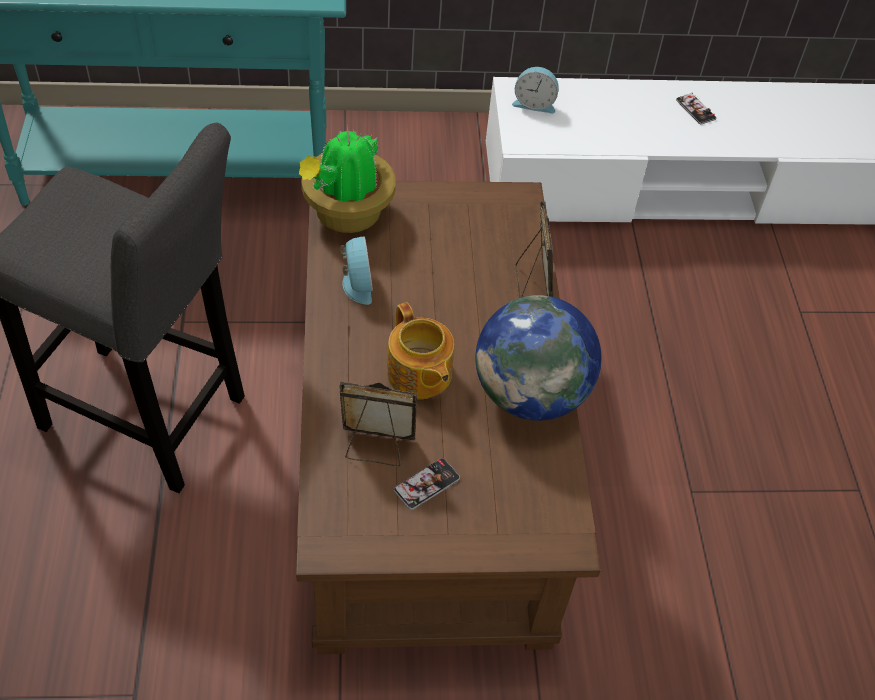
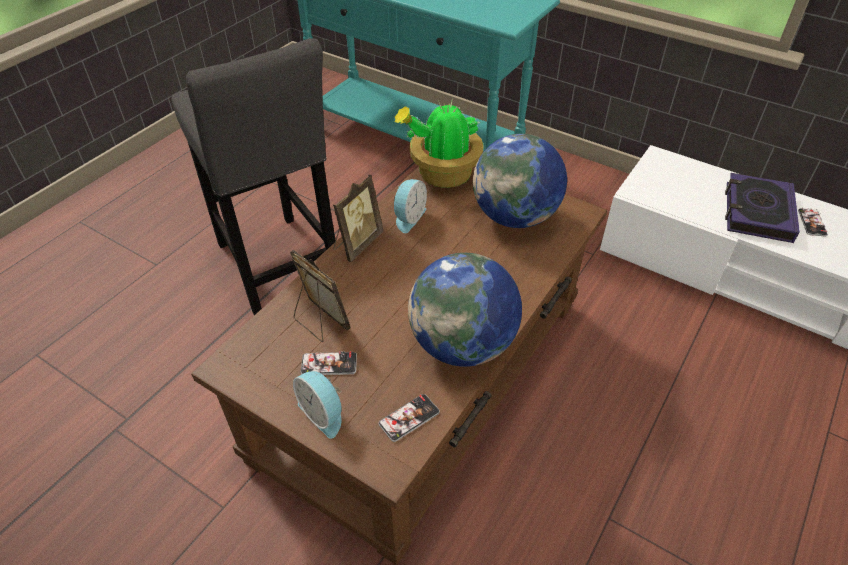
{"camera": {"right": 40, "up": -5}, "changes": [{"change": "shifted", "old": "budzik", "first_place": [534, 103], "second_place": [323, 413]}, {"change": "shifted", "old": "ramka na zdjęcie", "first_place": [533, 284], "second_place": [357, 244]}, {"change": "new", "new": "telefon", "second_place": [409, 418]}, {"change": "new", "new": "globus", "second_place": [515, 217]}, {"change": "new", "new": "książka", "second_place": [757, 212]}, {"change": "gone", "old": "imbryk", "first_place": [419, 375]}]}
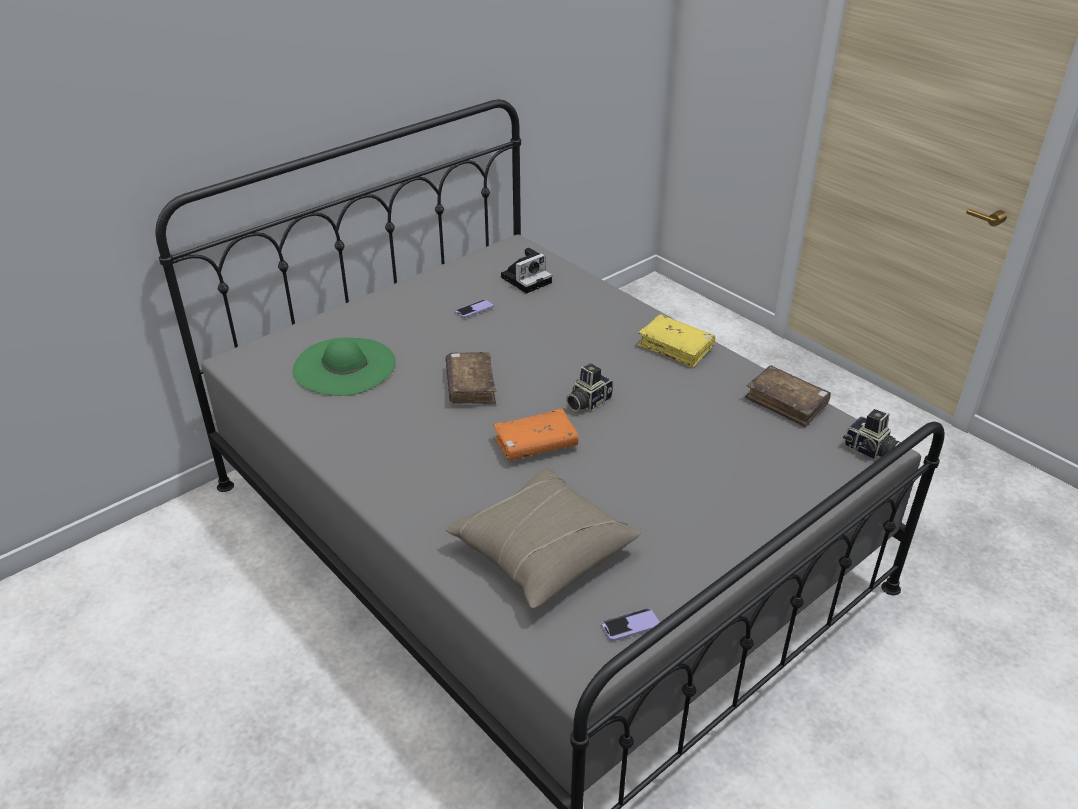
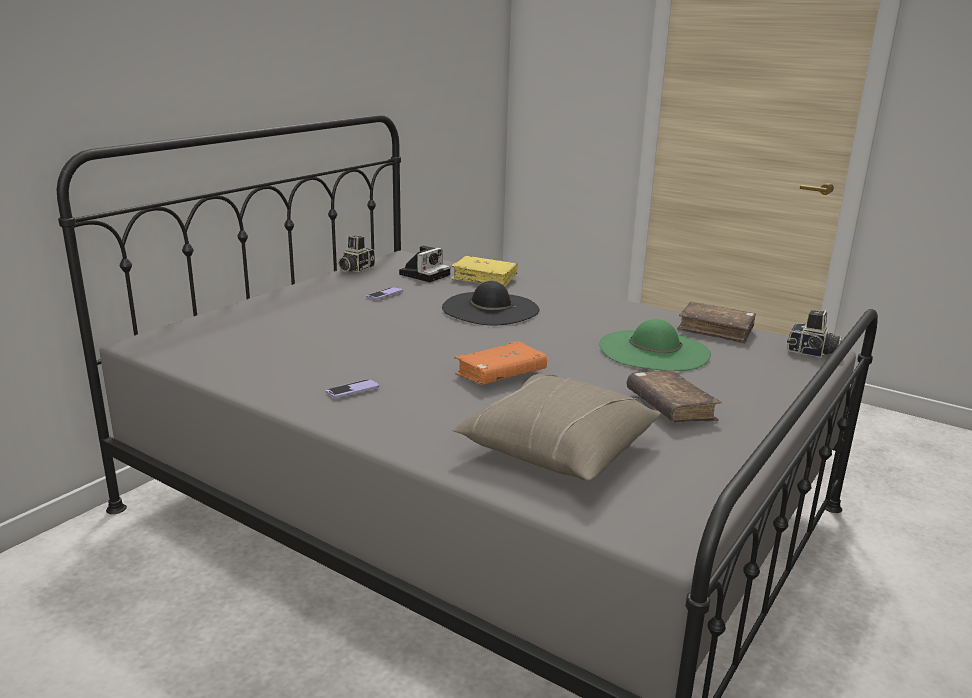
{"camera": {"right": -15, "up": -15}, "changes": [{"change": "shifted", "old": "telefon", "first_place": [630, 626], "second_place": [352, 390]}, {"change": "shifted", "old": "aparat fotograficzny", "first_place": [587, 402], "second_place": [355, 269]}, {"change": "new", "new": "kapelusz [czarny]", "second_place": [490, 308]}, {"change": "shifted", "old": "książka [żółty]", "first_place": [676, 347], "second_place": [485, 279]}, {"change": "shifted", "old": "kapelusz [zielony]", "first_place": [344, 366], "second_place": [654, 350]}, {"change": "shifted", "old": "książka [brązowy]", "first_place": [470, 386], "second_place": [670, 407]}]}
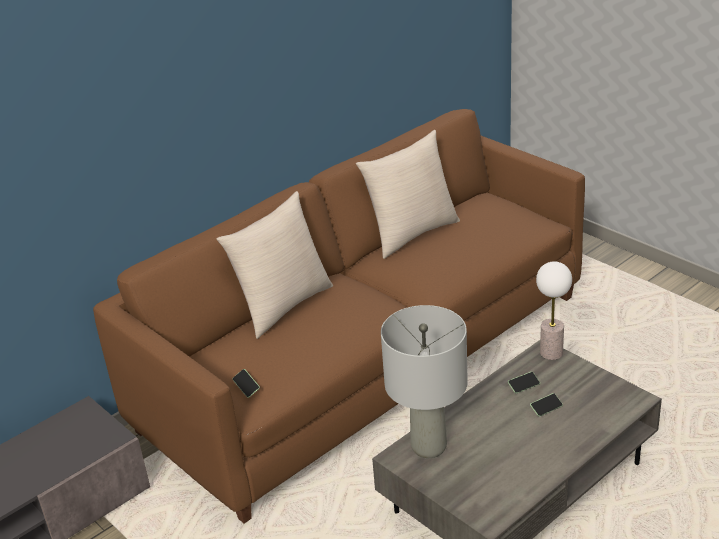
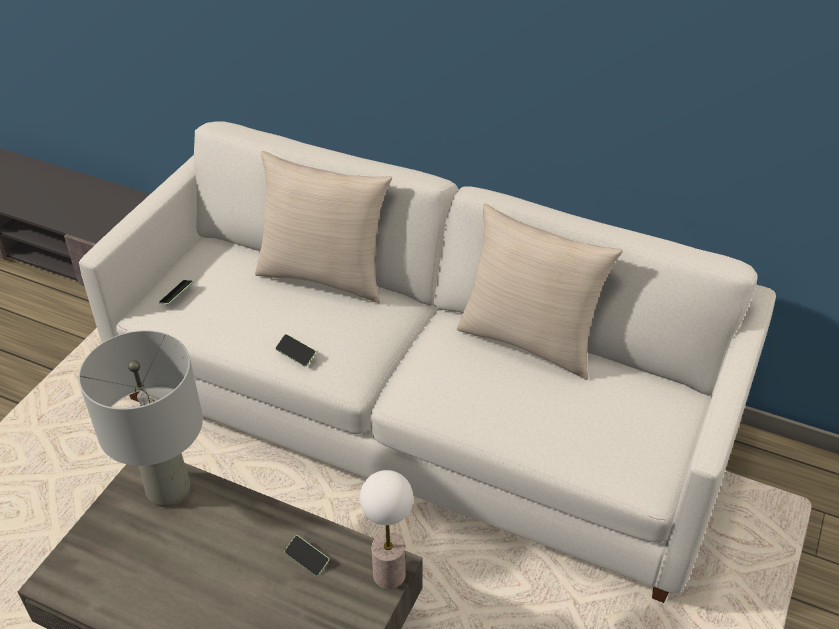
{"camera": {"right": 65, "up": 10}, "changes": [{"change": "repainted", "old": "kanapa [brązowy]", "new": "kanapa [biały]", "first_place": [367, 360], "second_place": [421, 415]}, {"change": "shifted", "old": "telefon", "first_place": [546, 408], "second_place": [296, 354]}]}
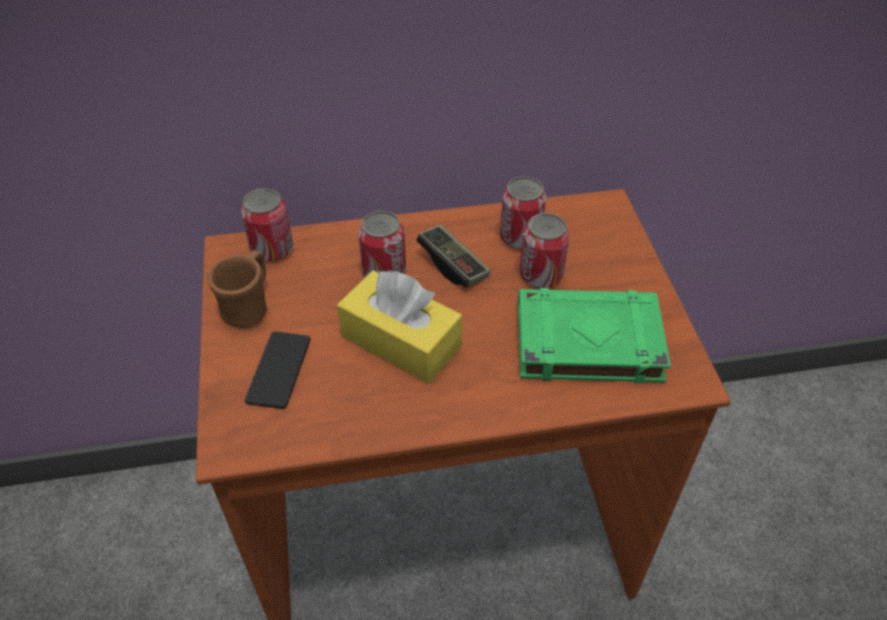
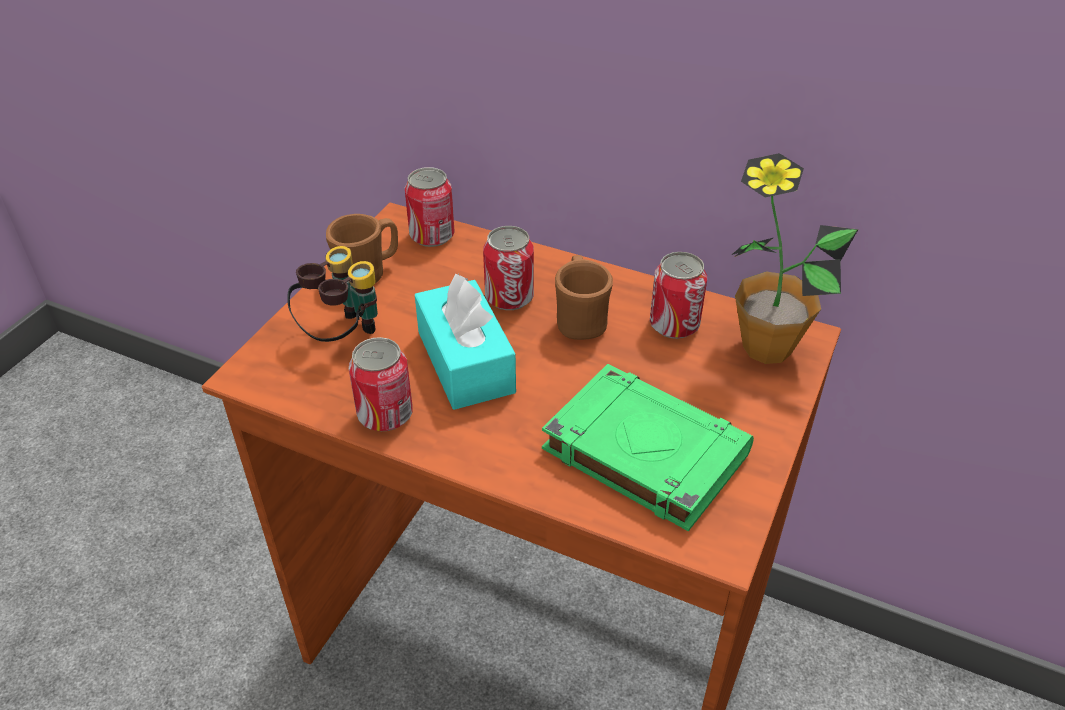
{"camera": {"right": 35, "up": -5}, "changes": [{"change": "swapped", "old": "telefon", "new": "lornetka", "first_place": [279, 370], "second_place": [341, 334]}, {"change": "shifted", "old": "puszka", "first_place": [541, 275], "second_place": [385, 414]}, {"change": "repainted", "old": "pudełko chusteczek [żółty]", "new": "pudełko chusteczek [turkusowy]", "first_place": [401, 341], "second_place": [465, 362]}, {"change": "swapped", "old": "pad do gier", "new": "kubek [brązowy]", "first_place": [453, 265], "second_place": [580, 320]}, {"change": "new", "new": "roślina doniczkowa", "second_place": [766, 347]}]}
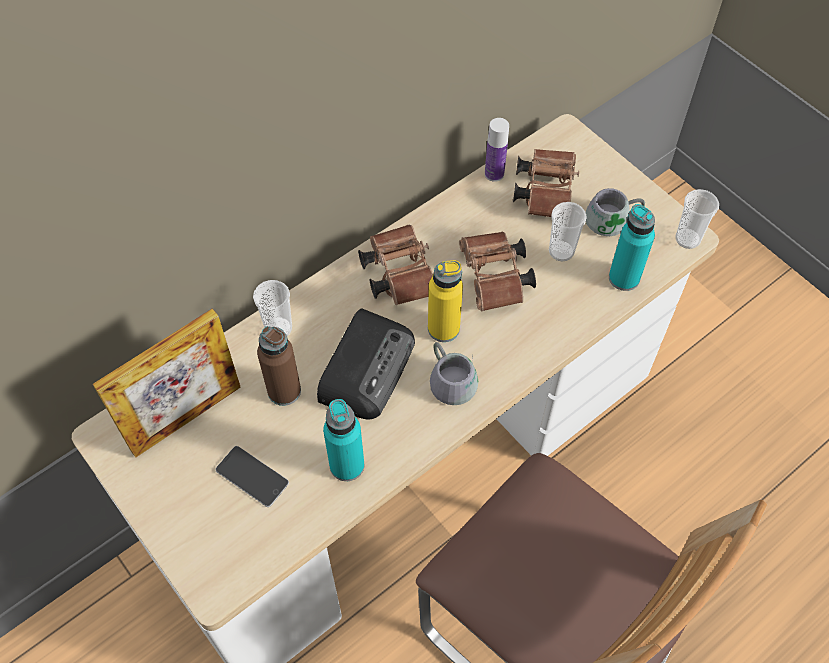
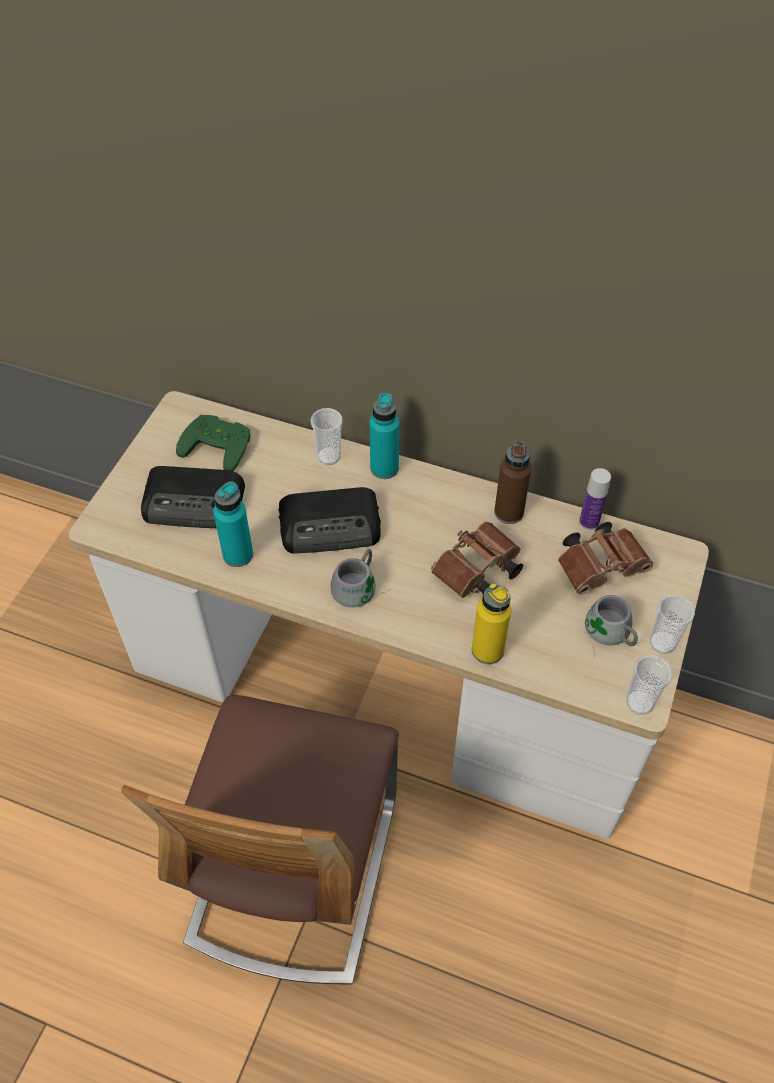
{"camera": {"right": 60, "up": -5}, "changes": [{"change": "swapped", "old": "telefon", "new": "radio", "first_place": [252, 476], "second_place": [195, 503]}, {"change": "swapped", "old": "ramka na zdjęcie", "new": "pad do gier [zielony]", "first_place": [186, 418], "second_place": [219, 443]}, {"change": "shifted", "old": "butelka [turkusowy]", "first_place": [624, 278], "second_place": [384, 468]}, {"change": "shifted", "old": "butelka [żółty]", "first_place": [443, 328], "second_place": [487, 650]}, {"change": "shifted", "old": "butelka [brązowy]", "first_place": [284, 391], "second_place": [508, 512]}, {"change": "shifted", "old": "filiżanka", "first_place": [561, 251], "second_place": [662, 642]}, {"change": "gone", "old": "lornetka [brązowy]", "first_place": [397, 272]}]}
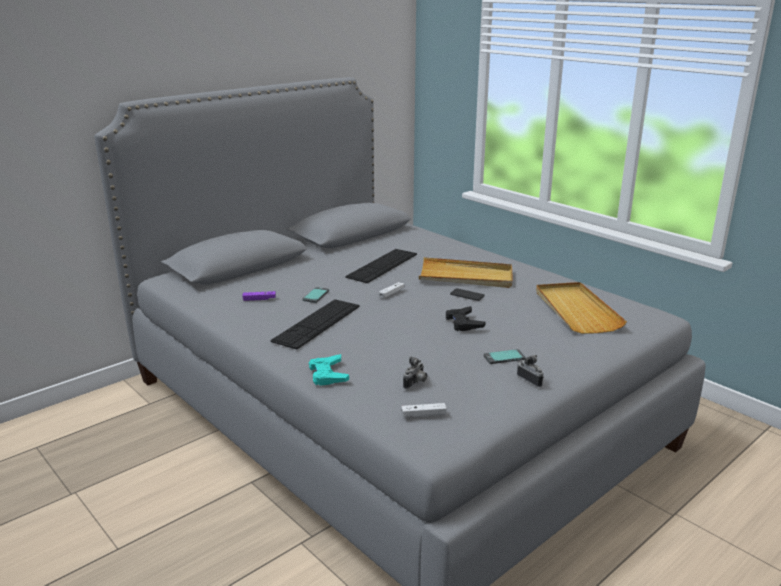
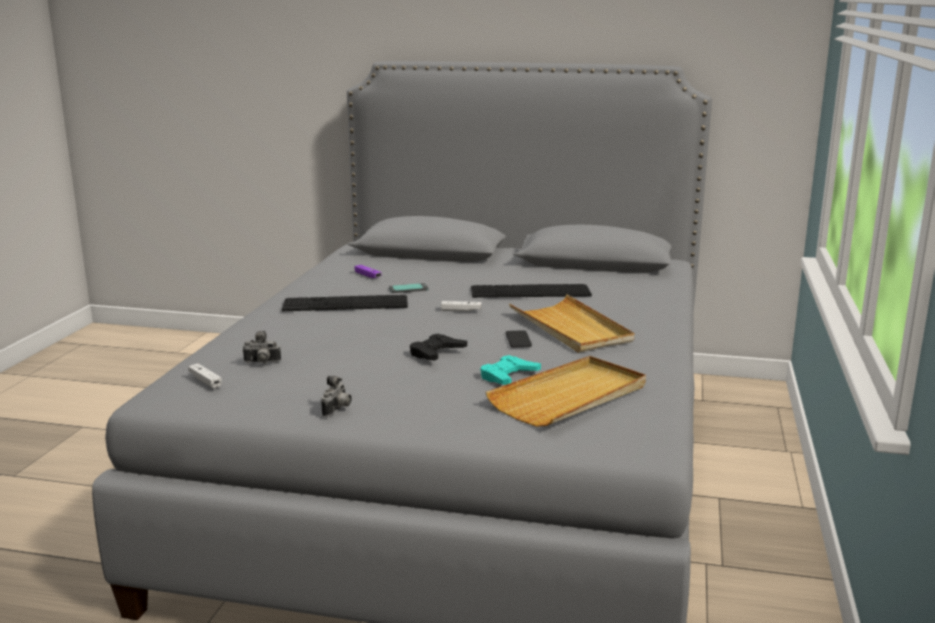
{"camera": {"right": 55, "up": -5}, "changes": [{"change": "shifted", "old": "pad do gier [turkusowy]", "first_place": [328, 374], "second_place": [508, 376]}, {"change": "gone", "old": "telefon", "first_place": [504, 357]}]}
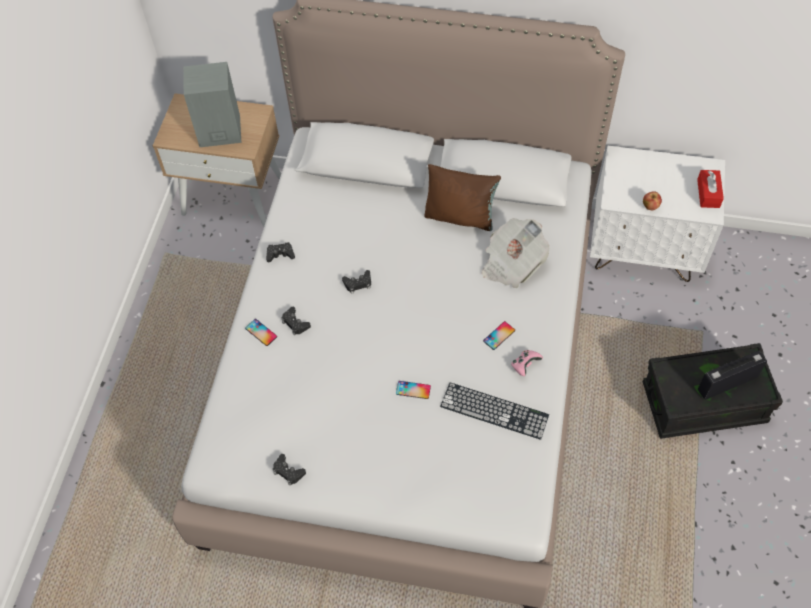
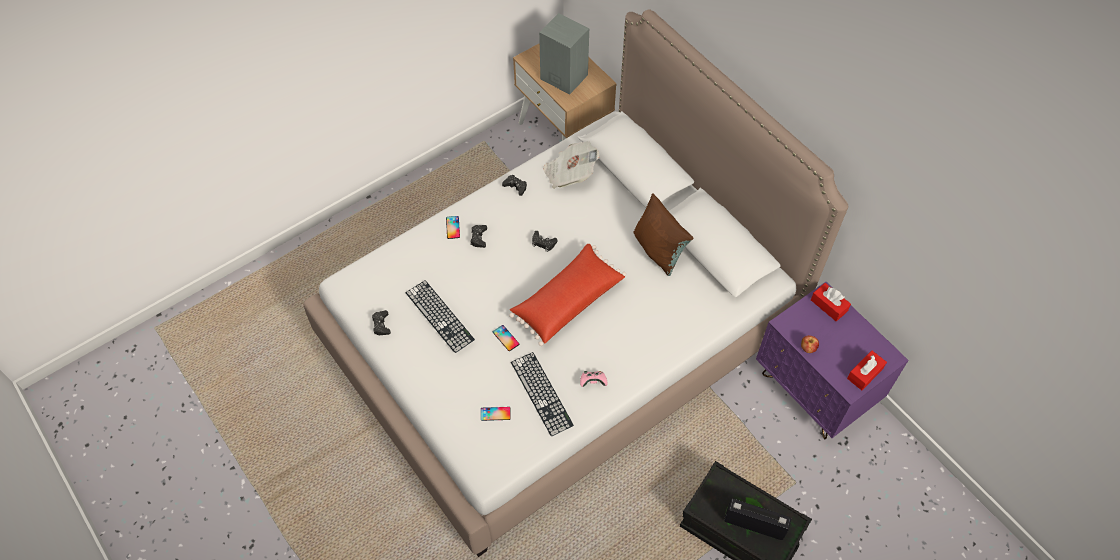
{"camera": {"right": 40, "up": 0}, "changes": [{"change": "new", "new": "klawiatura", "second_place": [439, 316]}, {"change": "shifted", "old": "telefon", "first_place": [499, 335], "second_place": [495, 414]}, {"change": "new", "new": "poduszka [czerwony]", "second_place": [567, 300]}, {"change": "shifted", "old": "gazeta", "first_place": [512, 263], "second_place": [570, 173]}, {"change": "repainted", "old": "szafka nocna [biały]", "new": "szafka nocna [fioletowy]", "first_place": [644, 251], "second_place": [814, 391]}, {"change": "new", "new": "pudełko chusteczek [czerwony]", "second_place": [829, 305]}]}
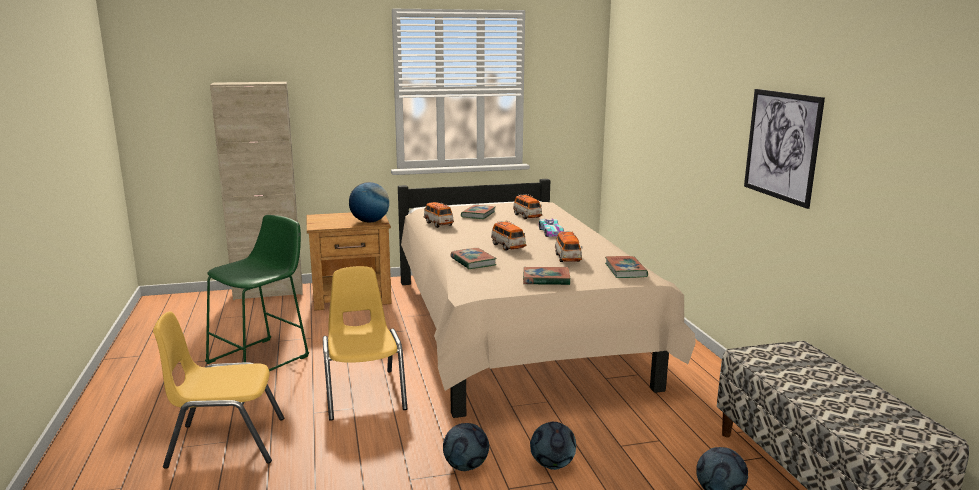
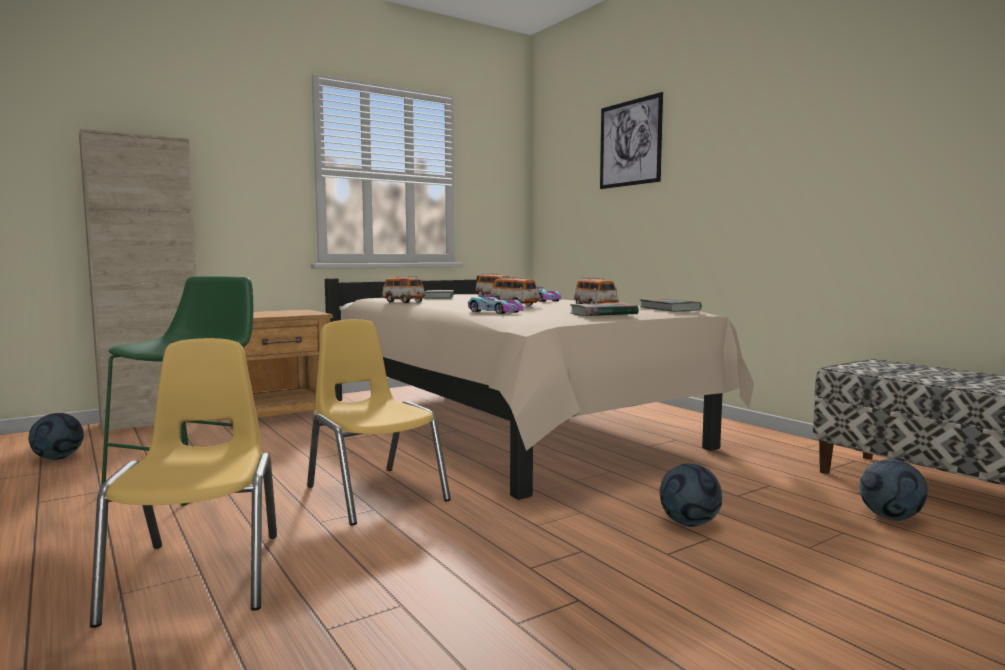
{"camera": {"right": -20, "up": -10}, "changes": [{"change": "shifted", "old": "piłka futbolowa", "first_place": [466, 466], "second_place": [58, 458]}, {"change": "rotated", "old": "krzesło [żółty]", "first_place": [226, 442], "second_place": [200, 575], "degrees": 105}, {"change": "swapped", "old": "książka", "new": "samochodzik", "first_place": [473, 262], "second_place": [495, 312]}, {"change": "shifted", "old": "obraz", "first_place": [781, 145], "second_place": [630, 143]}, {"change": "gone", "old": "globus", "first_place": [370, 221]}]}
